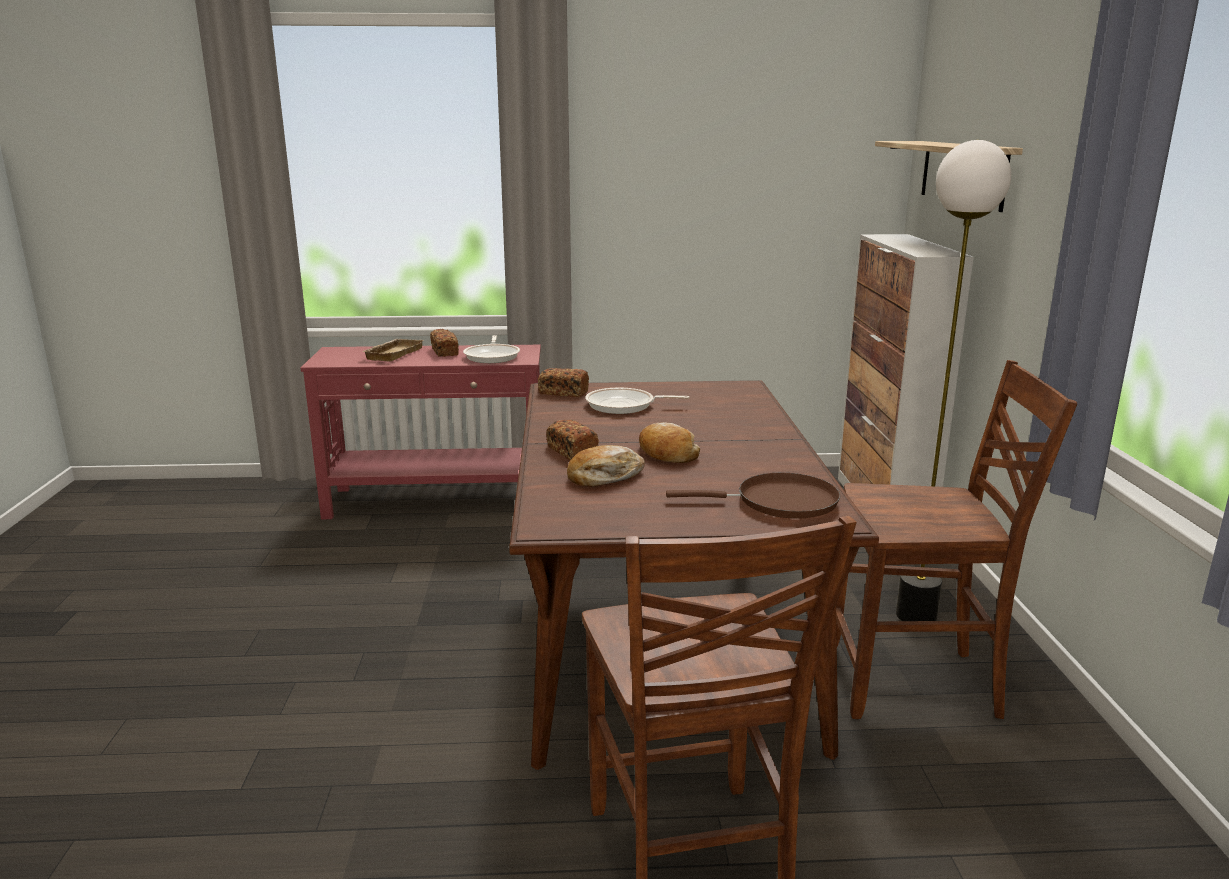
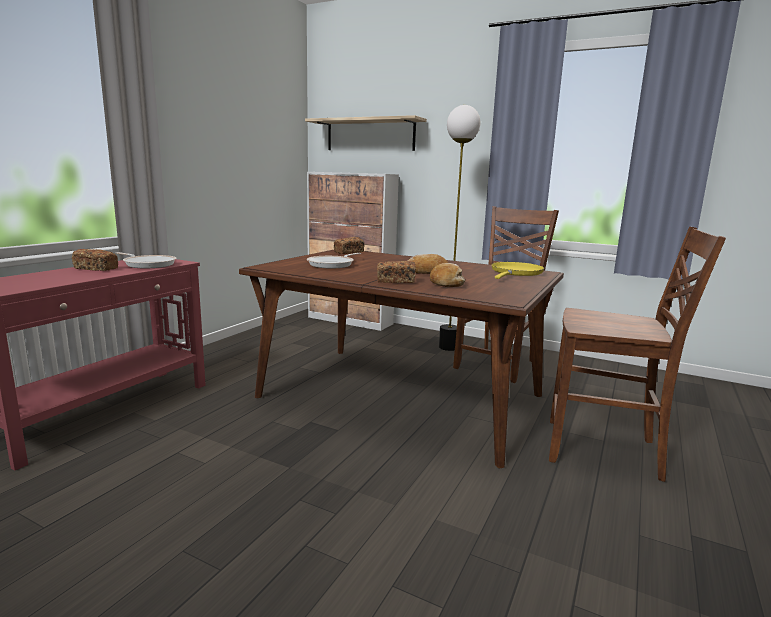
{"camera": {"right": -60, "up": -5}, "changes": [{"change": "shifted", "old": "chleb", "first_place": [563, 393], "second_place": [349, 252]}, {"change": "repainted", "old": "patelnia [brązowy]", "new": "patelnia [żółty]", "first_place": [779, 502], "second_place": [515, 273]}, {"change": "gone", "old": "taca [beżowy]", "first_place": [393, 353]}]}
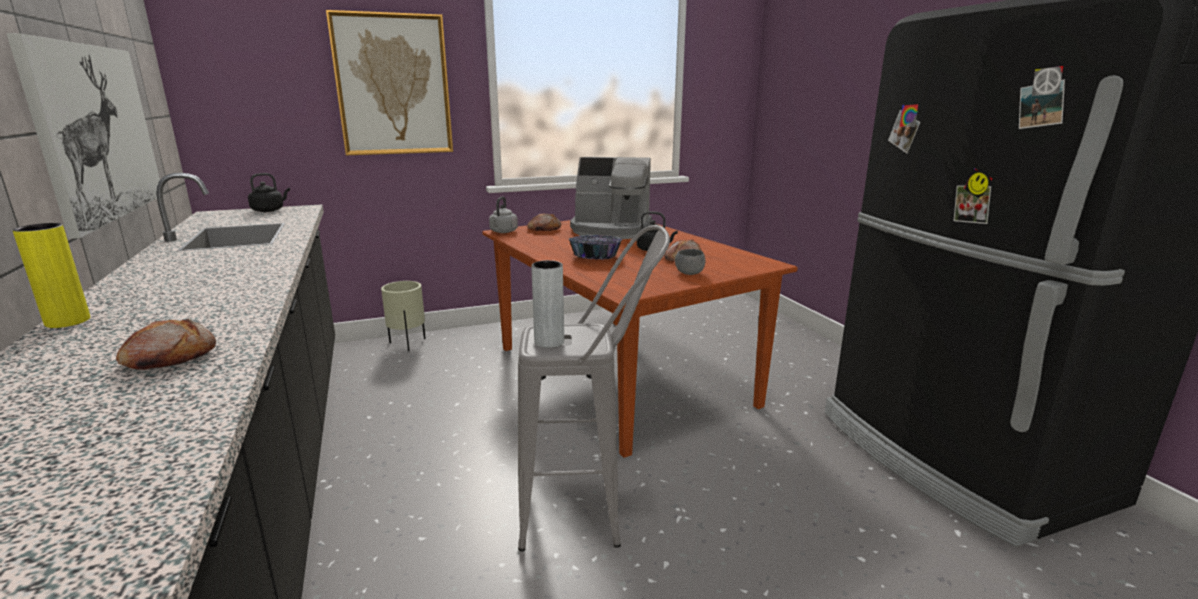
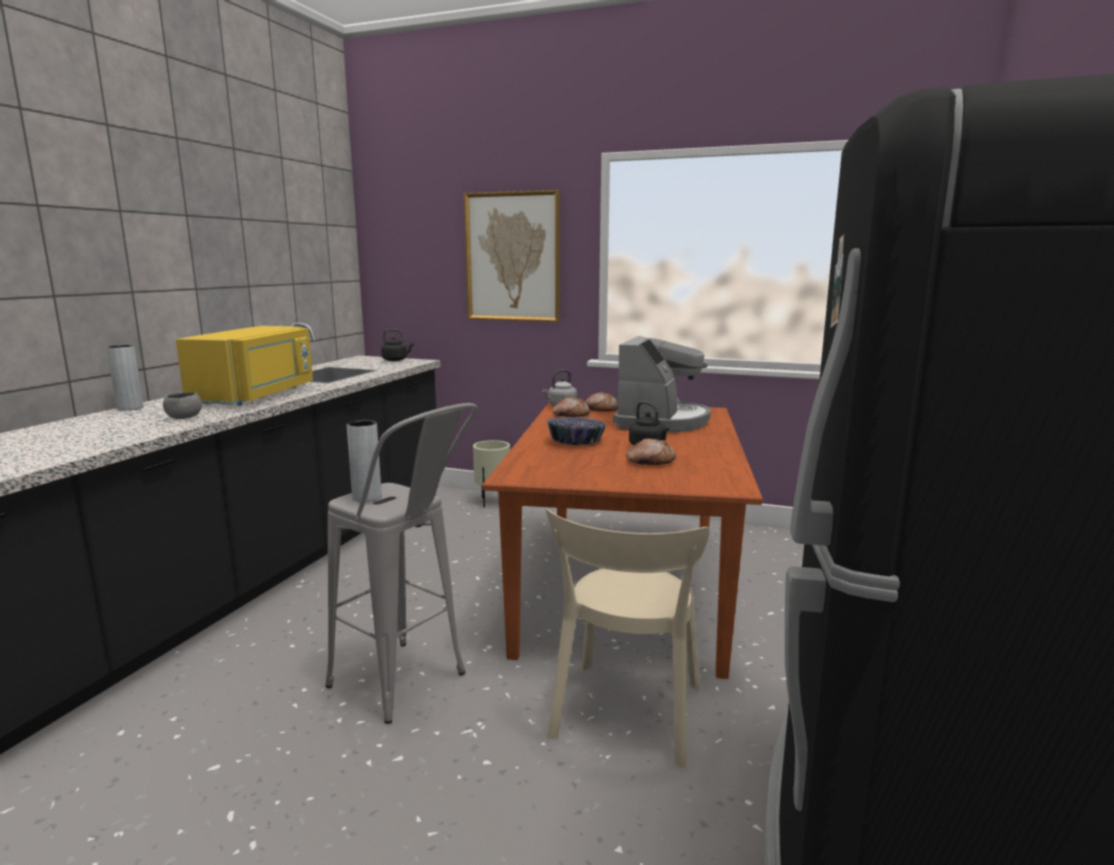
{"camera": {"right": 40, "up": -5}, "changes": [{"change": "repainted", "old": "wazon [żółty]", "new": "wazon [szary]", "first_place": [68, 321], "second_place": [130, 408]}, {"change": "shifted", "old": "miska [szary]", "first_place": [689, 273], "second_place": [184, 418]}, {"change": "new", "new": "mikrofalówka [żółty]", "second_place": [257, 395]}, {"change": "new", "new": "krzesło [beżowy]", "second_place": [625, 717]}, {"change": "shifted", "old": "chleb", "first_place": [169, 358], "second_place": [570, 415]}, {"change": "rotated", "old": "ekspres do kawy", "first_place": [611, 230], "second_place": [661, 421], "degrees": -120}, {"change": "gone", "old": "obraz", "first_place": [97, 132]}]}
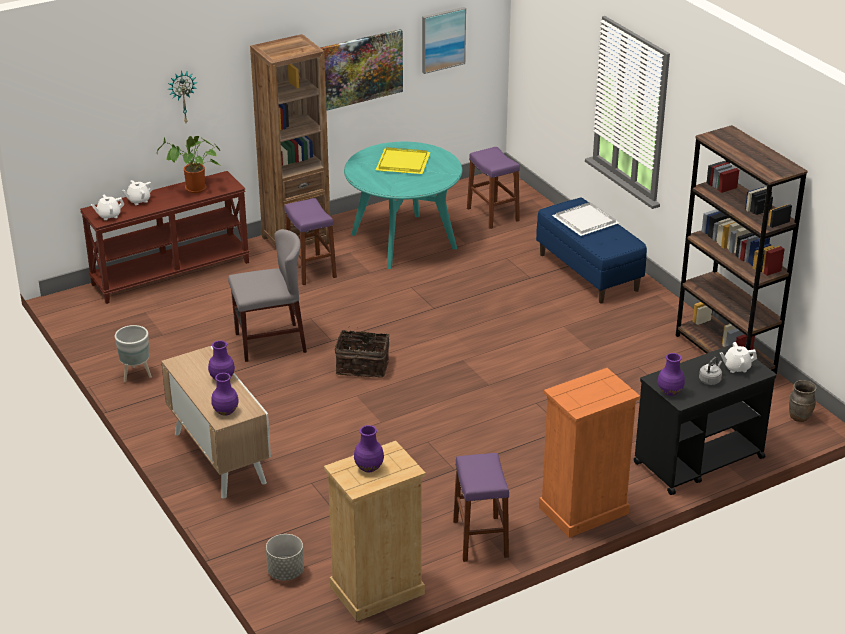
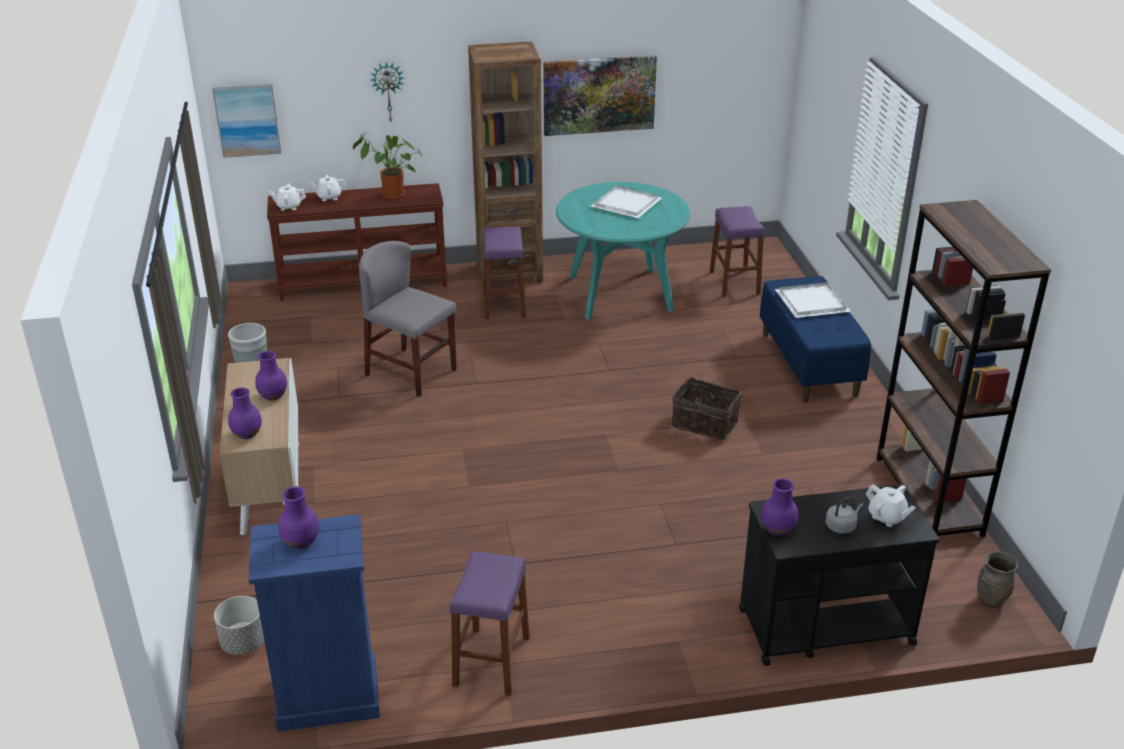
{"camera": {"right": 20, "up": 0}, "changes": [{"change": "shifted", "old": "obraz", "first_place": [443, 39], "second_place": [247, 120]}, {"change": "repainted", "old": "komoda [beżowy]", "new": "komoda [niebieski]", "first_place": [376, 591], "second_place": [327, 697]}, {"change": "rotated", "old": "krzesło [szary]", "first_place": [270, 343], "second_place": [411, 372], "degrees": -150}, {"change": "repainted", "old": "taca [żółty]", "new": "taca [biały]", "first_place": [402, 163], "second_place": [625, 204]}, {"change": "shifted", "old": "koszyk", "first_place": [362, 366], "second_place": [705, 423]}, {"change": "rotated", "old": "imbryk [biały]", "first_place": [736, 367], "second_place": [887, 517], "degrees": -150}, {"change": "gone", "old": "komoda [pomarańczowy]", "first_place": [583, 510]}]}
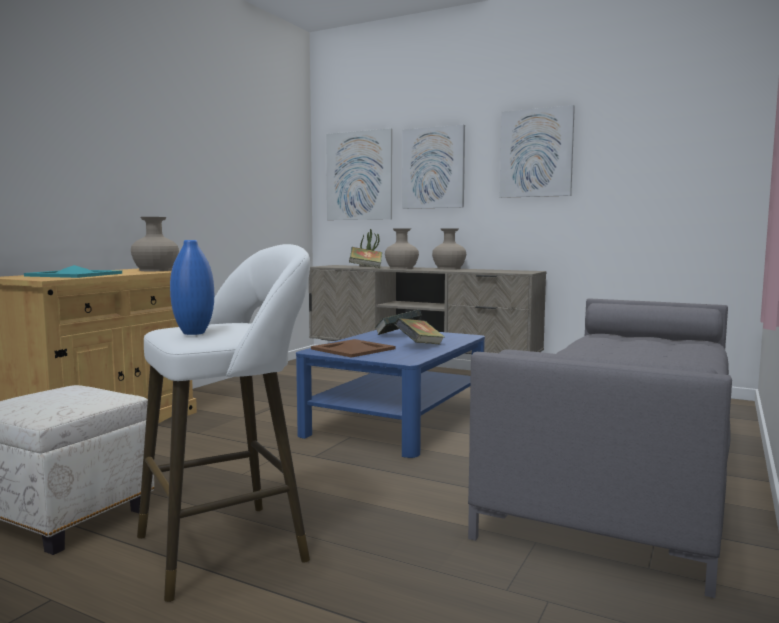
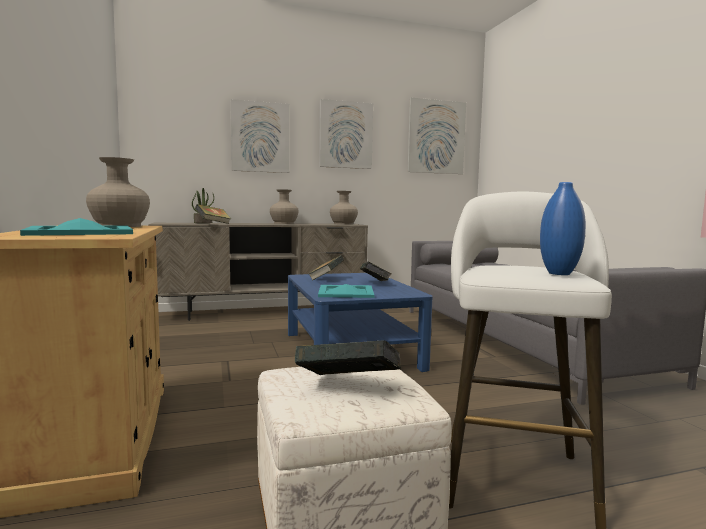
{"camera": {"right": -45, "up": 0}, "changes": [{"change": "new", "new": "książka", "second_place": [348, 387]}, {"change": "repainted", "old": "taca [brązowy]", "new": "taca [turkusowy]", "first_place": [353, 349], "second_place": [346, 292]}, {"change": "shifted", "old": "wazon [beżowy]", "first_place": [401, 268], "second_place": [343, 224]}, {"change": "shifted", "old": "obraz", "first_place": [359, 176], "second_place": [436, 137]}]}
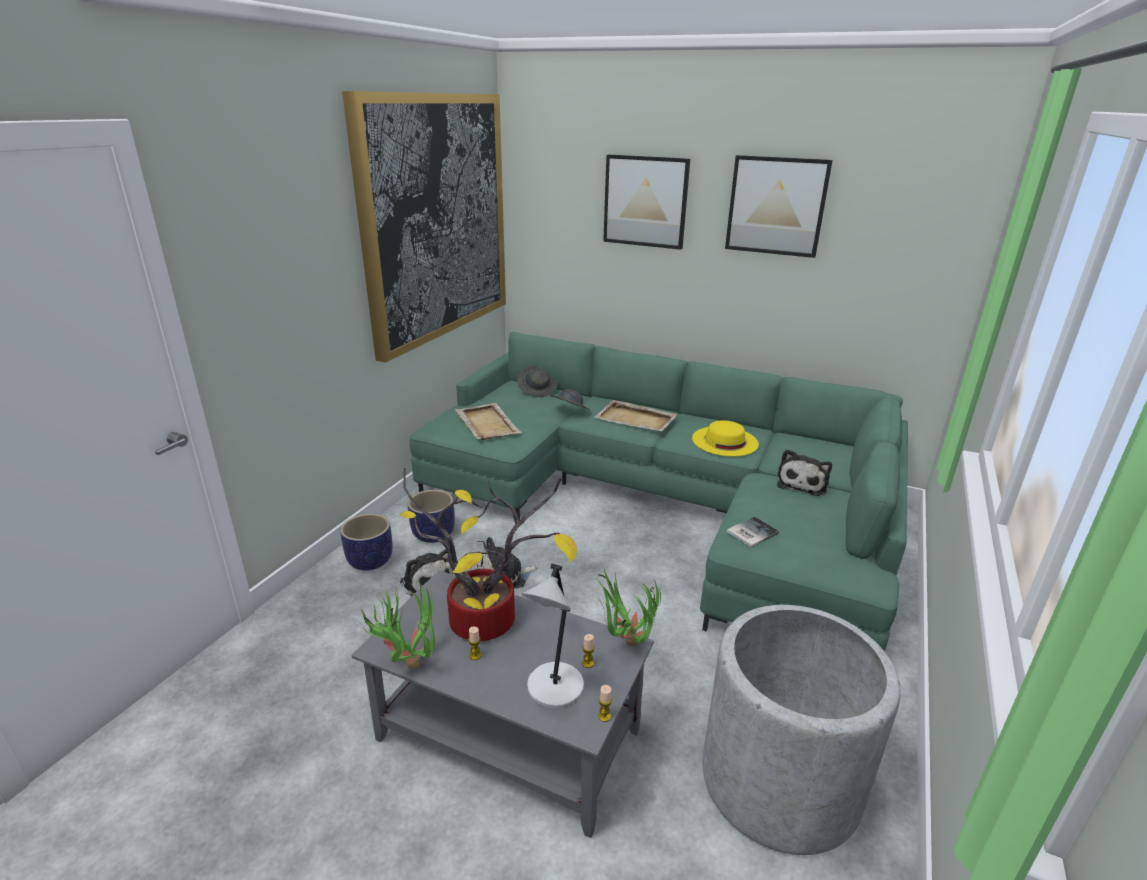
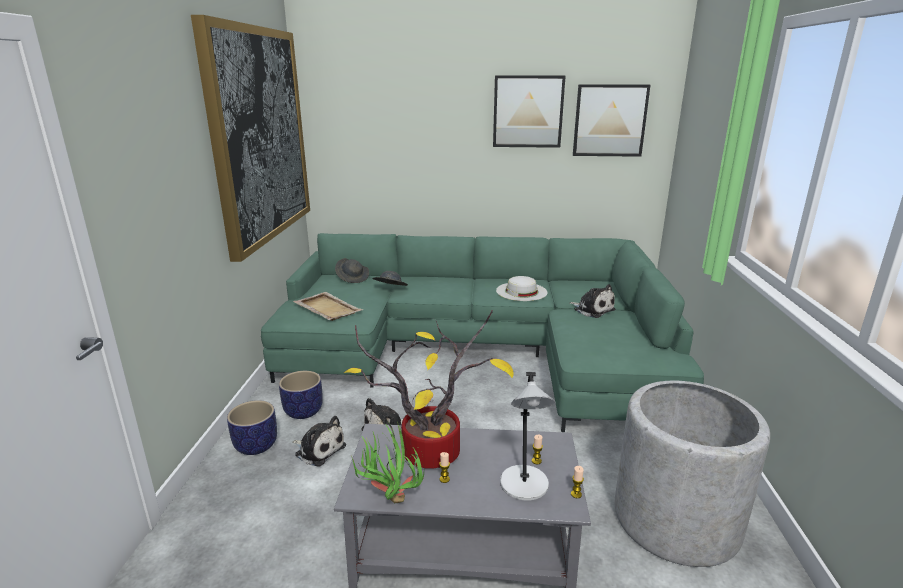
{"camera": {"right": -20, "up": -5}, "changes": [{"change": "repainted", "old": "kapelusz [żółty]", "new": "kapelusz [biały]", "first_place": [725, 441], "second_place": [521, 291]}, {"change": "rotated", "old": "pluszak", "first_place": [802, 483], "second_place": [592, 309], "degrees": -45}, {"change": "shifted", "old": "obraz", "first_place": [645, 201], "second_place": [610, 120]}, {"change": "gone", "old": "taca [beżowy]", "first_place": [636, 419]}, {"change": "gone", "old": "roślina doniczkowa", "first_place": [624, 646]}, {"change": "gone", "old": "książka", "first_place": [750, 532]}]}
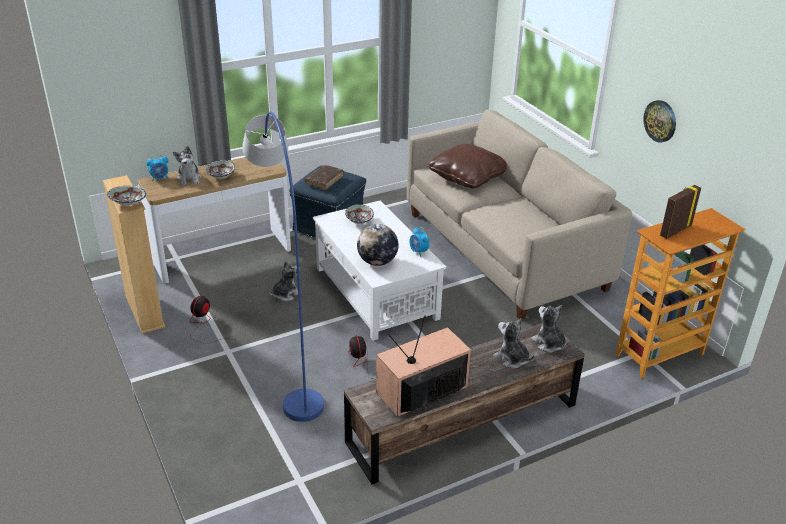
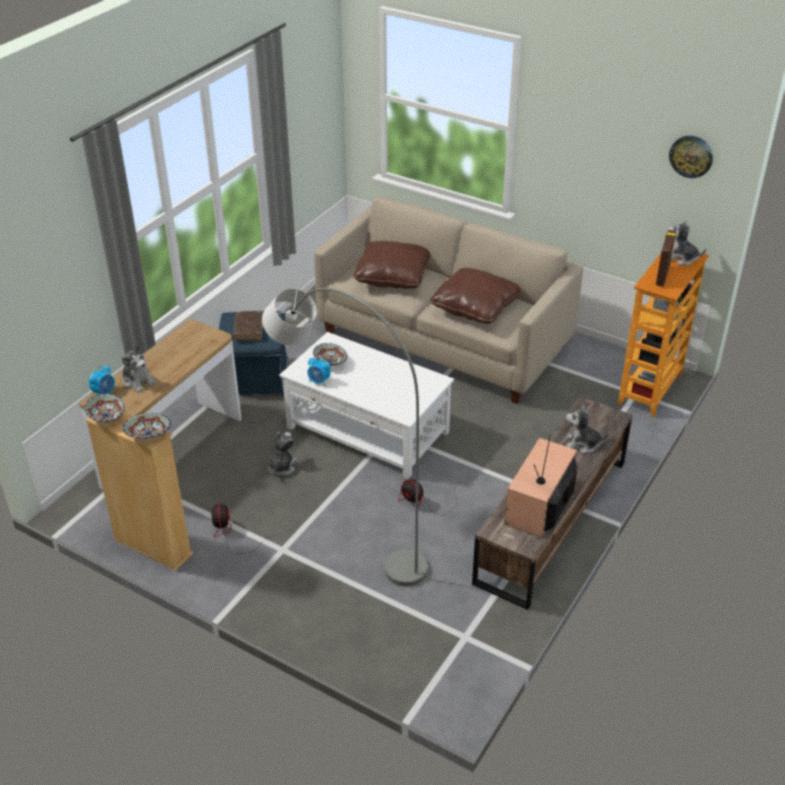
{"camera": {"right": -30, "up": 5}, "changes": [{"change": "shifted", "old": "miska", "first_place": [221, 176], "second_place": [106, 417]}, {"change": "repainted", "old": "lampa stojąca [niebieski]", "new": "lampa stojąca [szary]", "first_place": [289, 358], "second_place": [347, 530]}, {"change": "shifted", "old": "budzik", "first_place": [418, 251], "second_place": [319, 381]}, {"change": "new", "new": "poduszka [brązowy]", "second_place": [475, 307]}, {"change": "shifted", "old": "pluszak", "first_place": [549, 344], "second_place": [681, 258]}, {"change": "shifted", "old": "zegar ścienny", "first_place": [660, 121], "second_place": [691, 156]}, {"change": "gone", "old": "globus", "first_place": [377, 262]}]}
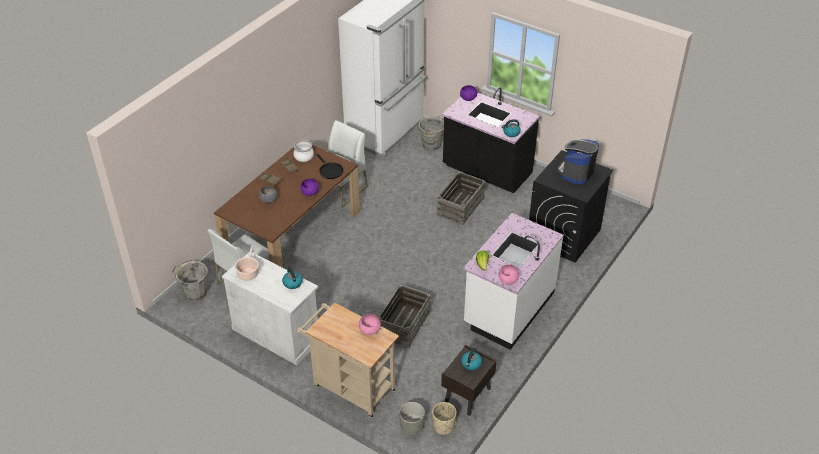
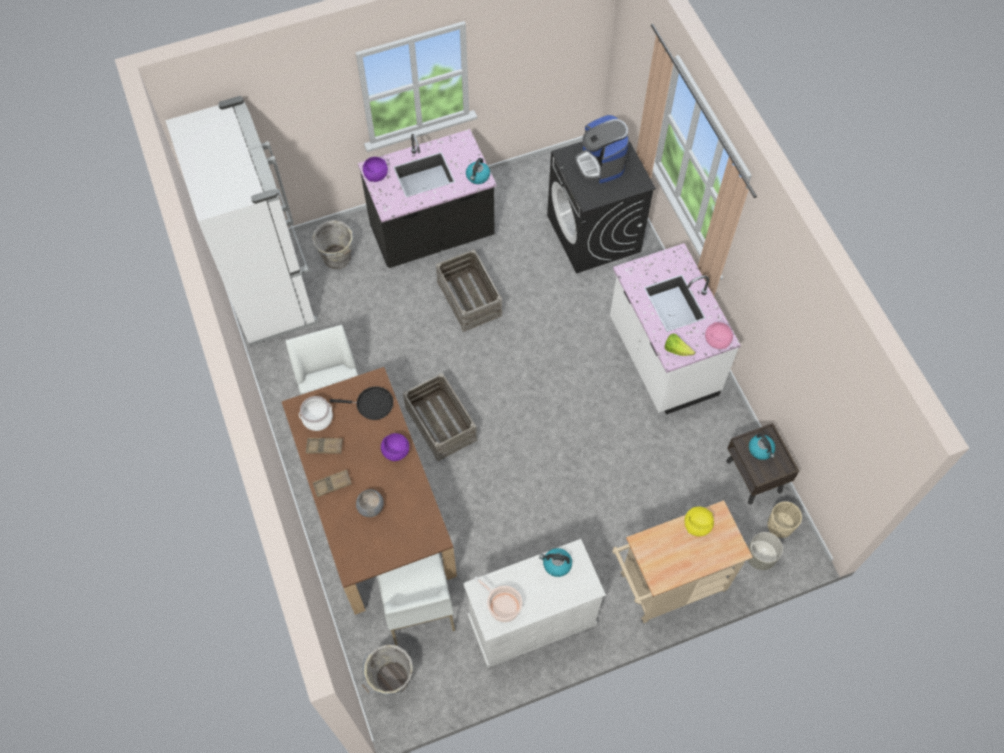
{"camera": {"right": -55, "up": 20}, "changes": [{"change": "shifted", "old": "skrzynka", "first_place": [403, 324], "second_place": [440, 424]}, {"change": "repainted", "old": "miska [różowy]", "new": "miska [żółty]", "first_place": [370, 330], "second_place": [697, 525]}]}
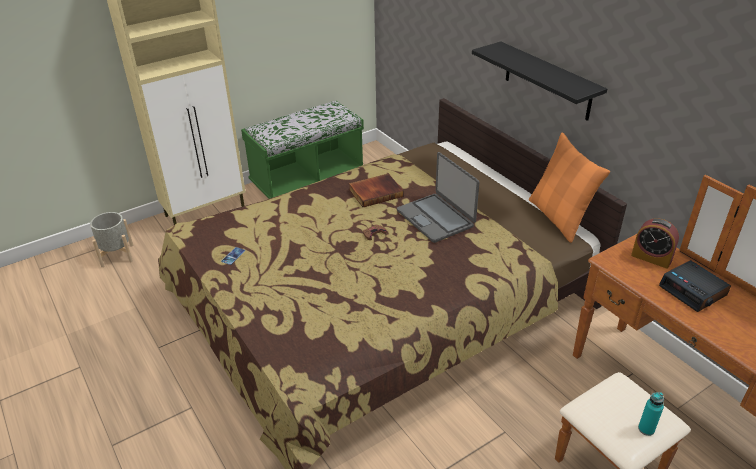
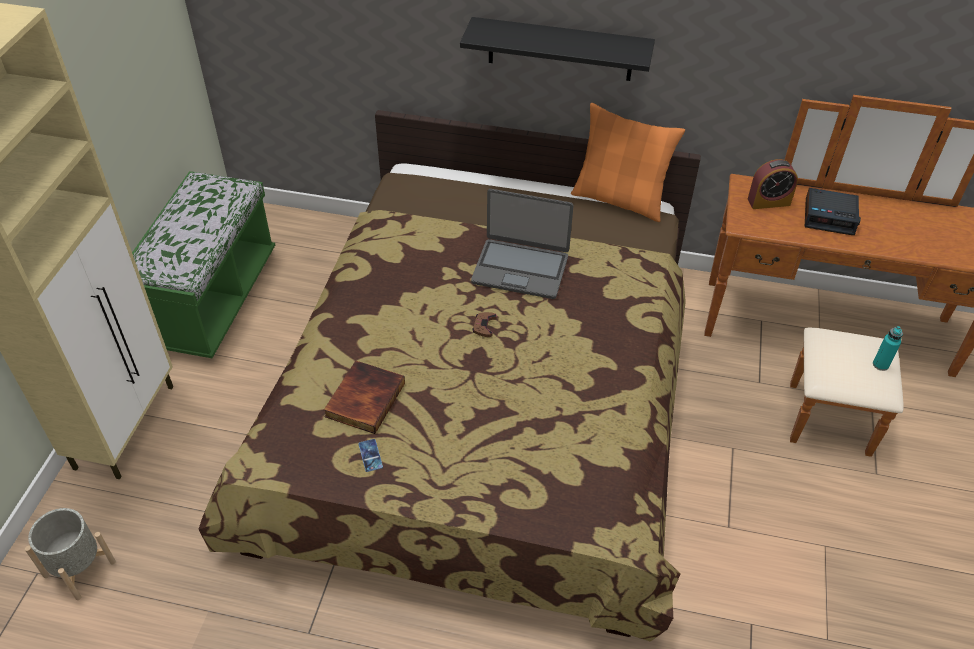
{"camera": {"right": -45, "up": 10}, "changes": [{"change": "shifted", "old": "książka", "first_place": [375, 192], "second_place": [364, 398]}]}
